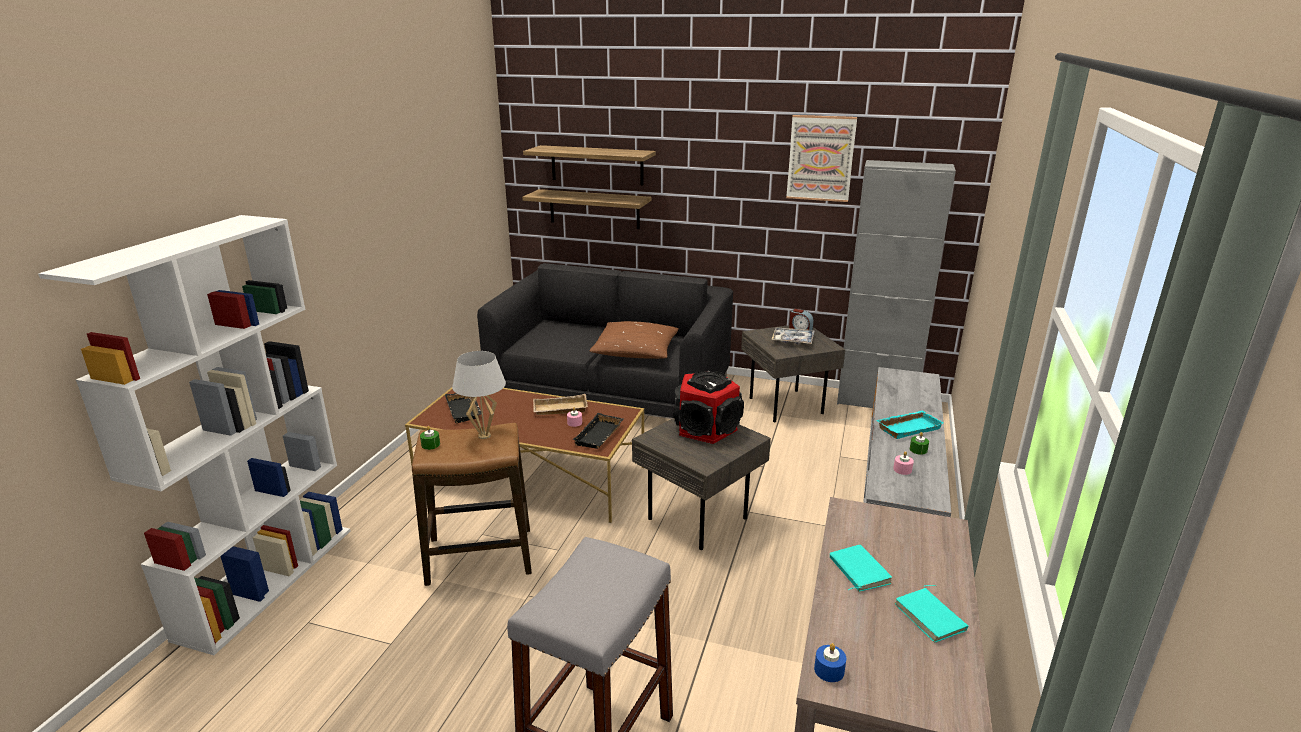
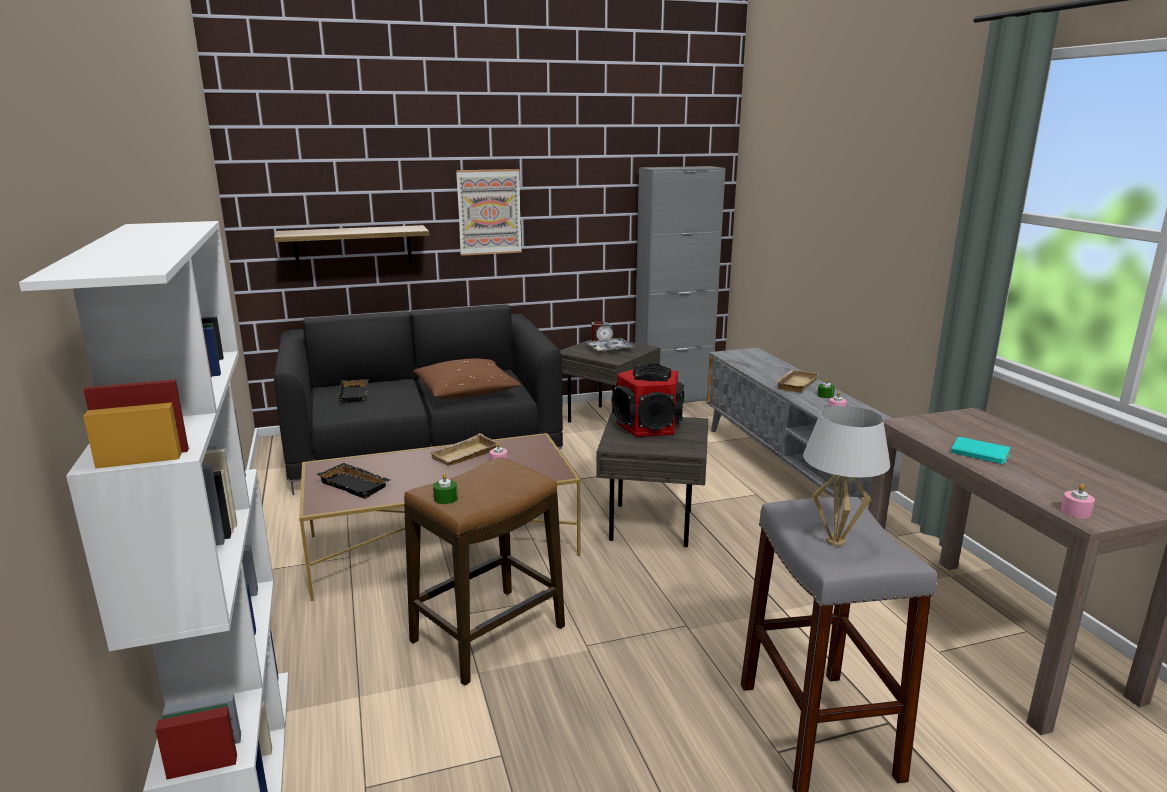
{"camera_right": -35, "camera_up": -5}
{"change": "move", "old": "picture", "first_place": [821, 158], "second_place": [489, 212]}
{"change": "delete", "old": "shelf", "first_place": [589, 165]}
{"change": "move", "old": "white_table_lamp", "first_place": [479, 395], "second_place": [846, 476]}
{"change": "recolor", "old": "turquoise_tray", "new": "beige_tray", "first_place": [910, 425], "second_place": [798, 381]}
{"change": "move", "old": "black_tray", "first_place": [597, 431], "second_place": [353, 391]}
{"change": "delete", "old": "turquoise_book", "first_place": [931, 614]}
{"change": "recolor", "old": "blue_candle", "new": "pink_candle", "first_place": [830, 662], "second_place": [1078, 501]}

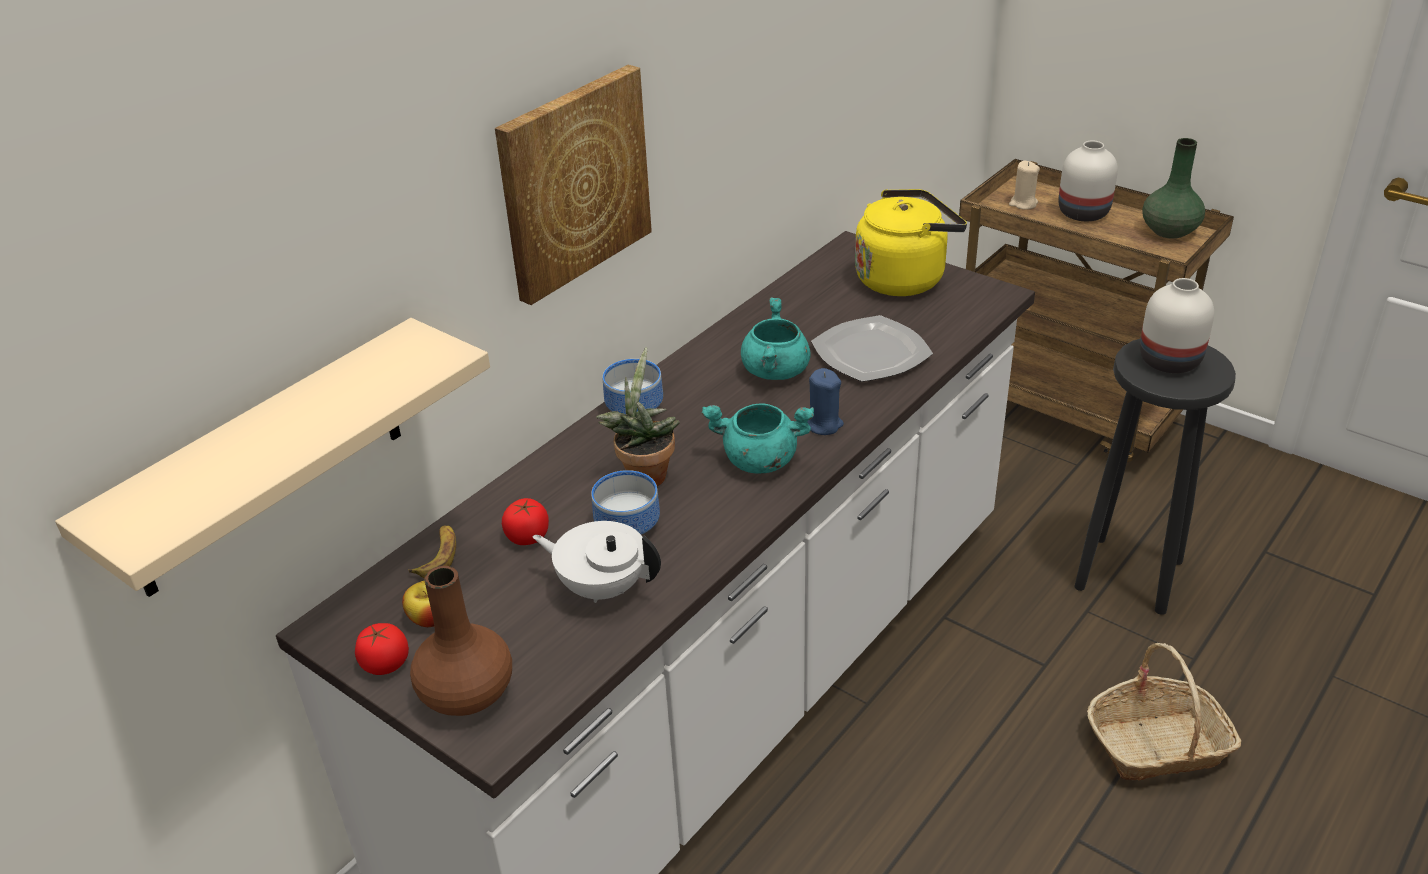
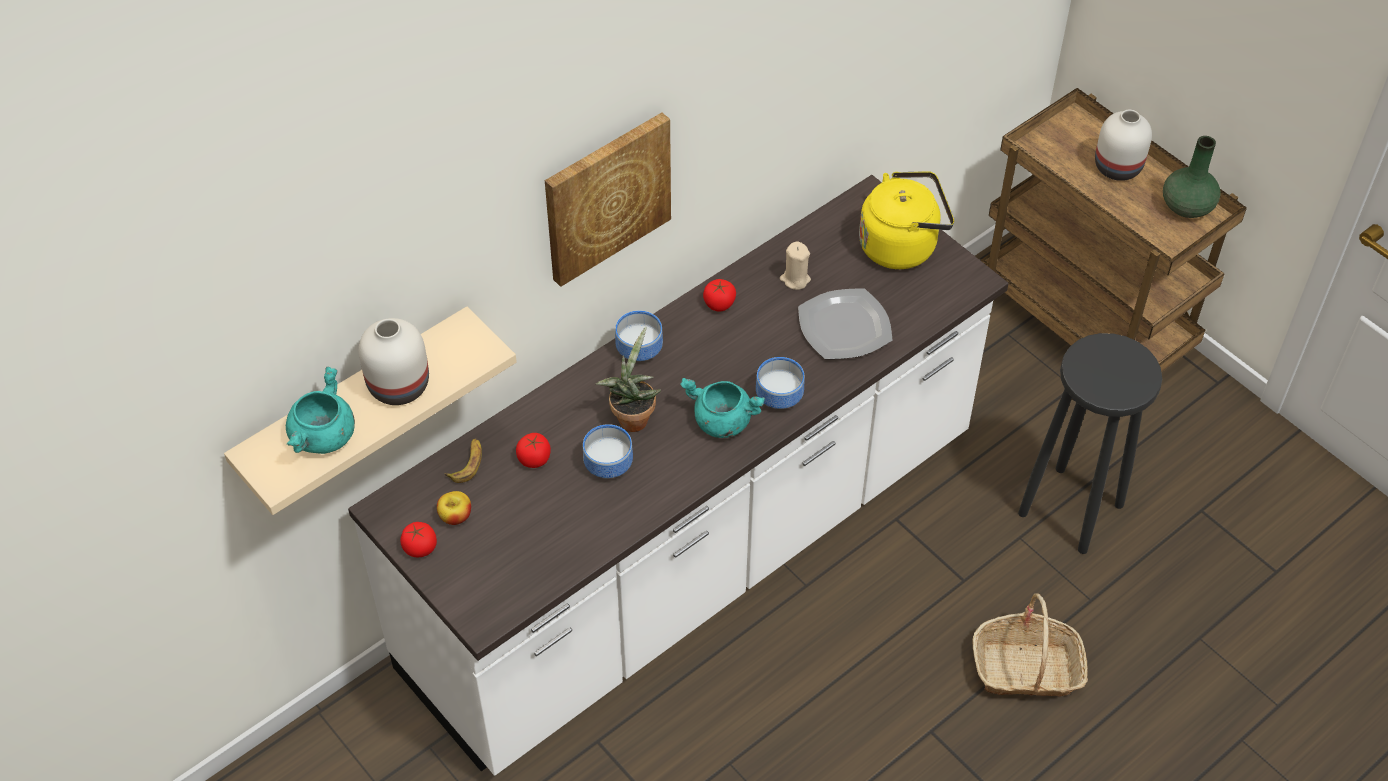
{"camera_right": 10, "camera_up": 15}
{"change": "move", "old": "beige_candle", "first_place": [1024, 185], "second_place": [795, 266]}
{"change": "move", "old": "white_vase", "first_place": [1177, 325], "second_place": [394, 361]}
{"change": "move", "old": "turquoise_cooking_pot", "first_place": [776, 338], "second_place": [320, 410]}
{"change": "replace", "old": "blue_candle", "new": "bowl", "first_place": [825, 401], "second_place": [780, 383]}
{"change": "delete", "old": "white_teapot", "first_place": [597, 562]}
{"change": "delete", "old": "brown_vase", "first_place": [461, 641]}
{"change": "insert", "new": "tomato", "second_place": [719, 295]}

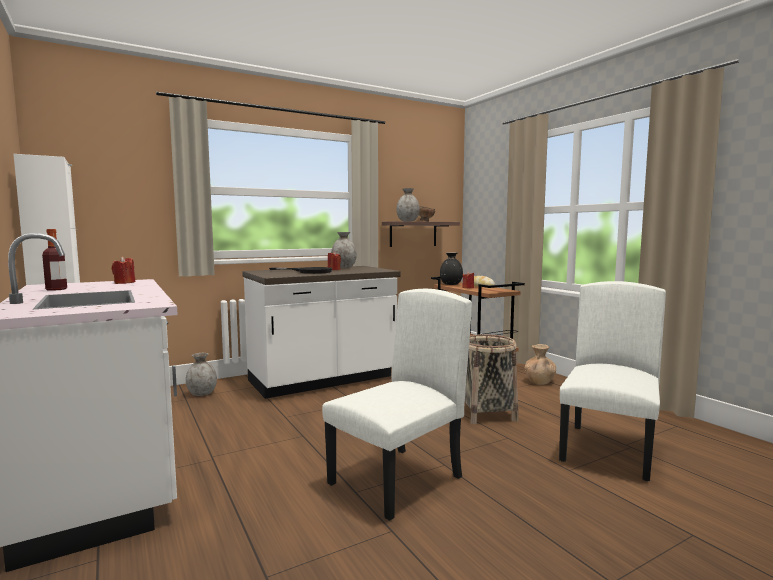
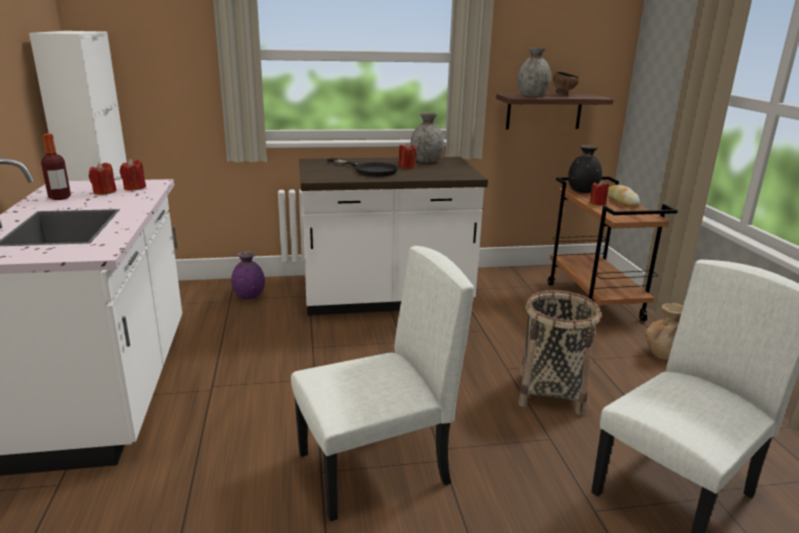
{"camera_right": 20, "camera_up": 15}
{"change": "recolor", "old": "grey_vase", "new": "purple_vase", "first_place": [201, 374], "second_place": [248, 275]}
{"change": "insert", "new": "red_candle", "second_place": [102, 178]}

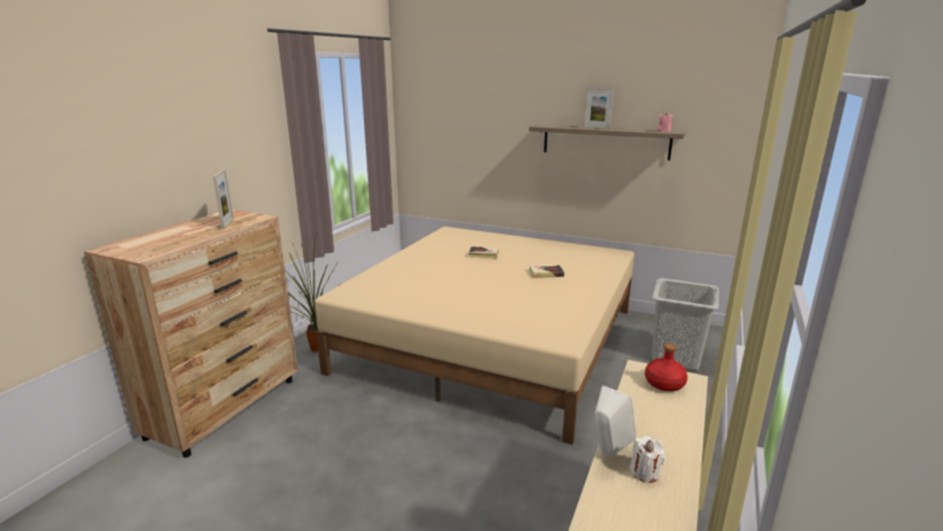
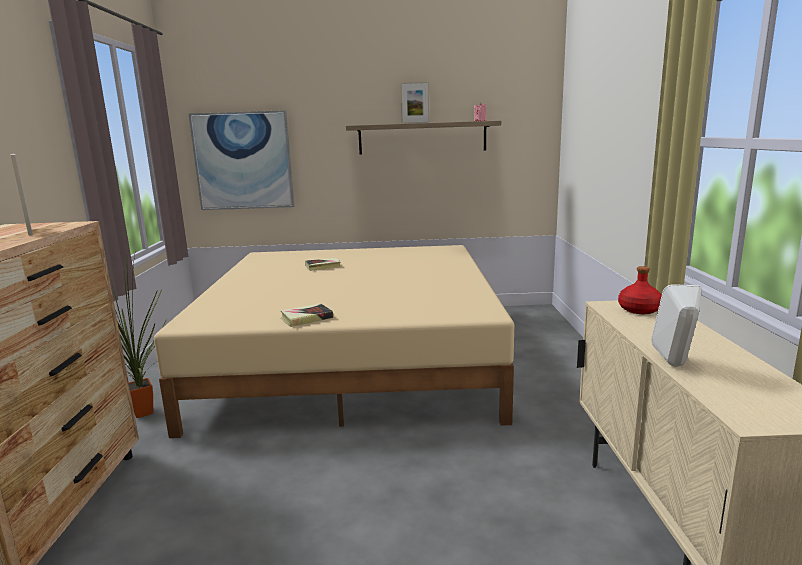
{"camera_right": -25, "camera_up": -5}
{"change": "move", "old": "book", "first_place": [546, 271], "second_place": [307, 315]}
{"change": "delete", "old": "grey_laundry_basket", "first_place": [685, 324]}
{"change": "delete", "old": "white_candle", "first_place": [647, 459]}
{"change": "insert", "new": "picture", "second_place": [241, 160]}

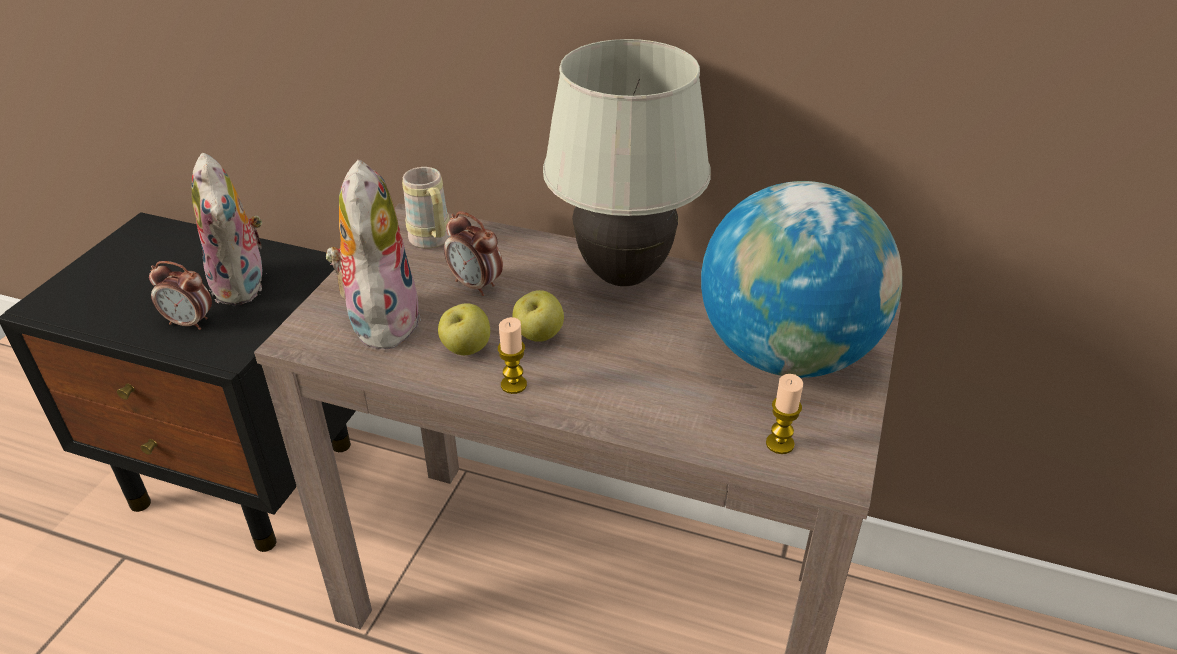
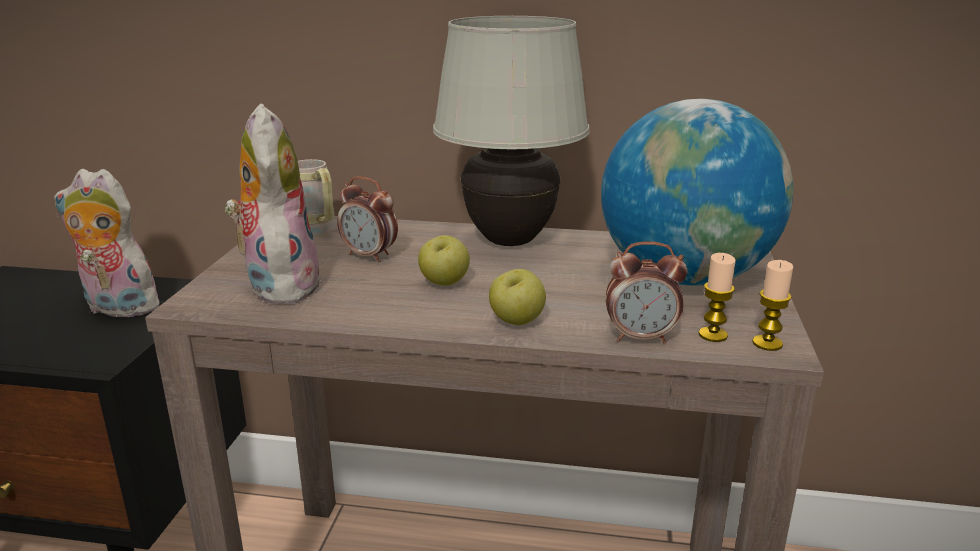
{"camera_right": -10, "camera_up": -15}
{"change": "rotate", "old": "plush_toy", "first_place": [229, 229], "second_place": [109, 245], "degrees": 135}
{"change": "move", "old": "alarm_clock", "first_place": [180, 295], "second_place": [646, 292]}
{"change": "move", "old": "apple", "first_place": [464, 329], "second_place": [517, 297]}
{"change": "move", "old": "candle", "first_place": [512, 355], "second_place": [772, 305]}

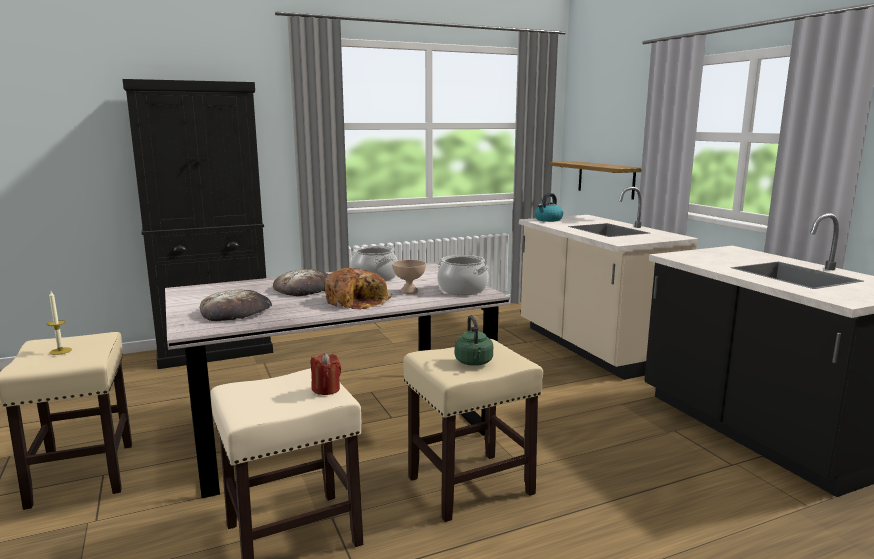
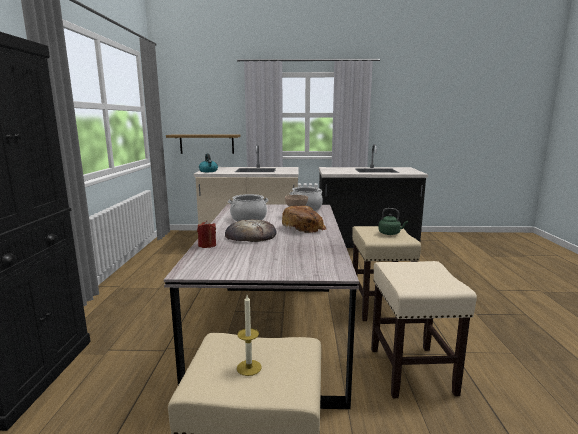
{"camera_right": -65, "camera_up": 0}
{"change": "delete", "old": "bread", "first_place": [236, 305]}
{"change": "move", "old": "red_candle", "first_place": [326, 374], "second_place": [206, 234]}

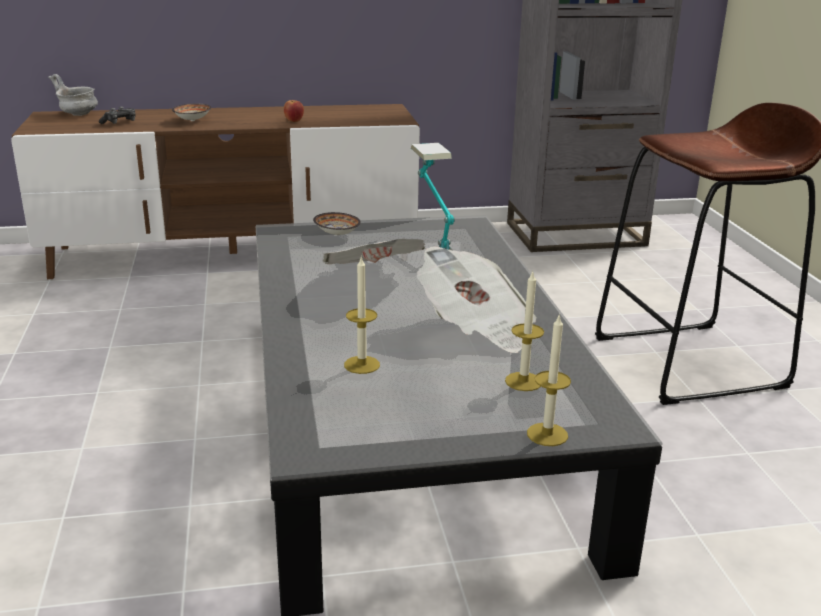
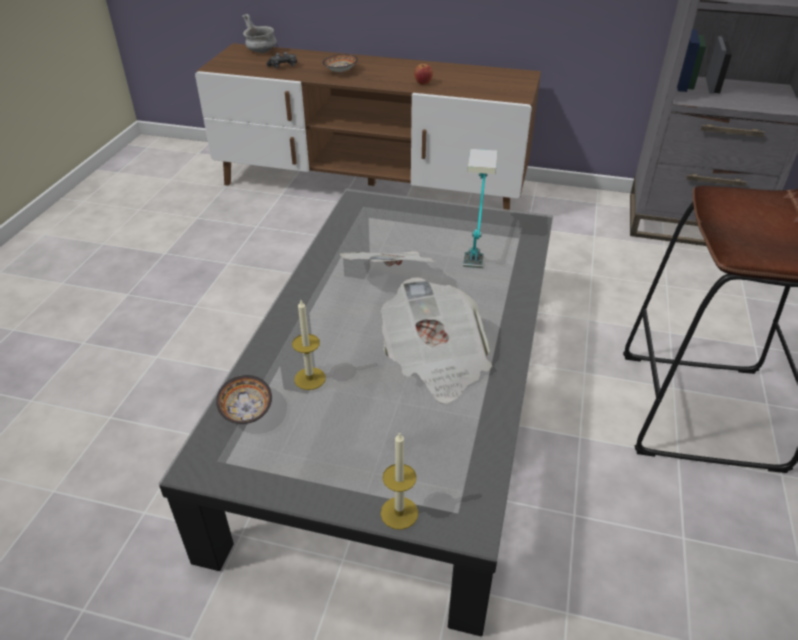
{"camera_right": 25, "camera_up": 15}
{"change": "move", "old": "bowl", "first_place": [337, 223], "second_place": [244, 399]}
{"change": "delete", "old": "candle", "first_place": [524, 331]}

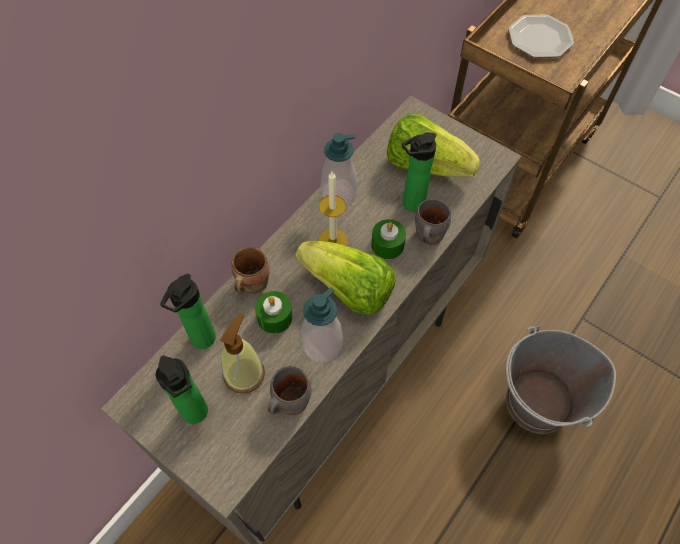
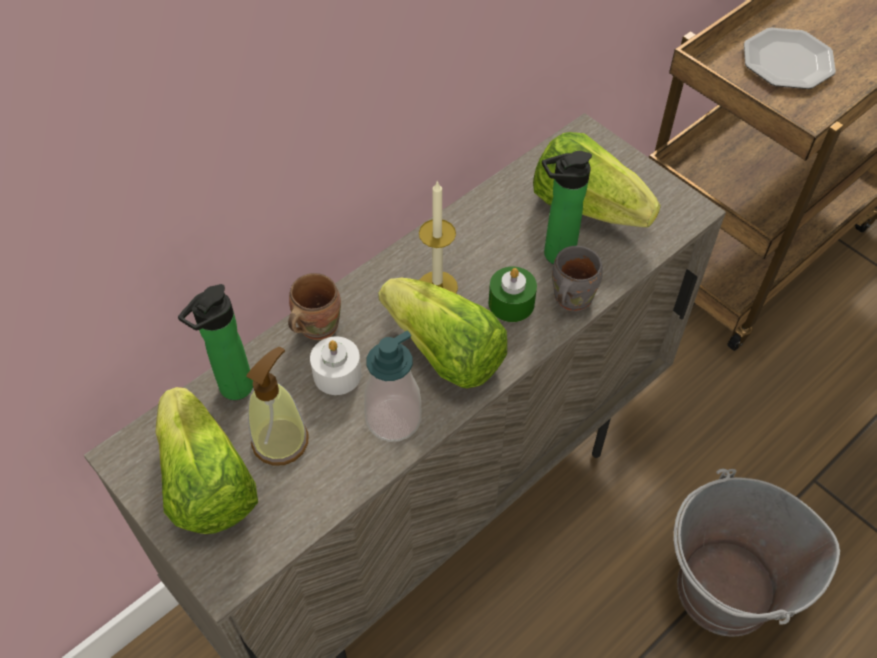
{"camera_right": 10, "camera_up": -5}
{"change": "delete", "old": "soap_dispenser", "first_place": [339, 169]}
{"change": "recolor", "old": "green_candle", "new": "white_candle", "first_place": [273, 312], "second_place": [336, 365]}
{"change": "replace", "old": "bottle", "new": "lettuce", "first_place": [182, 390], "second_place": [206, 460]}
{"change": "delete", "old": "grey_mug", "first_place": [290, 390]}

